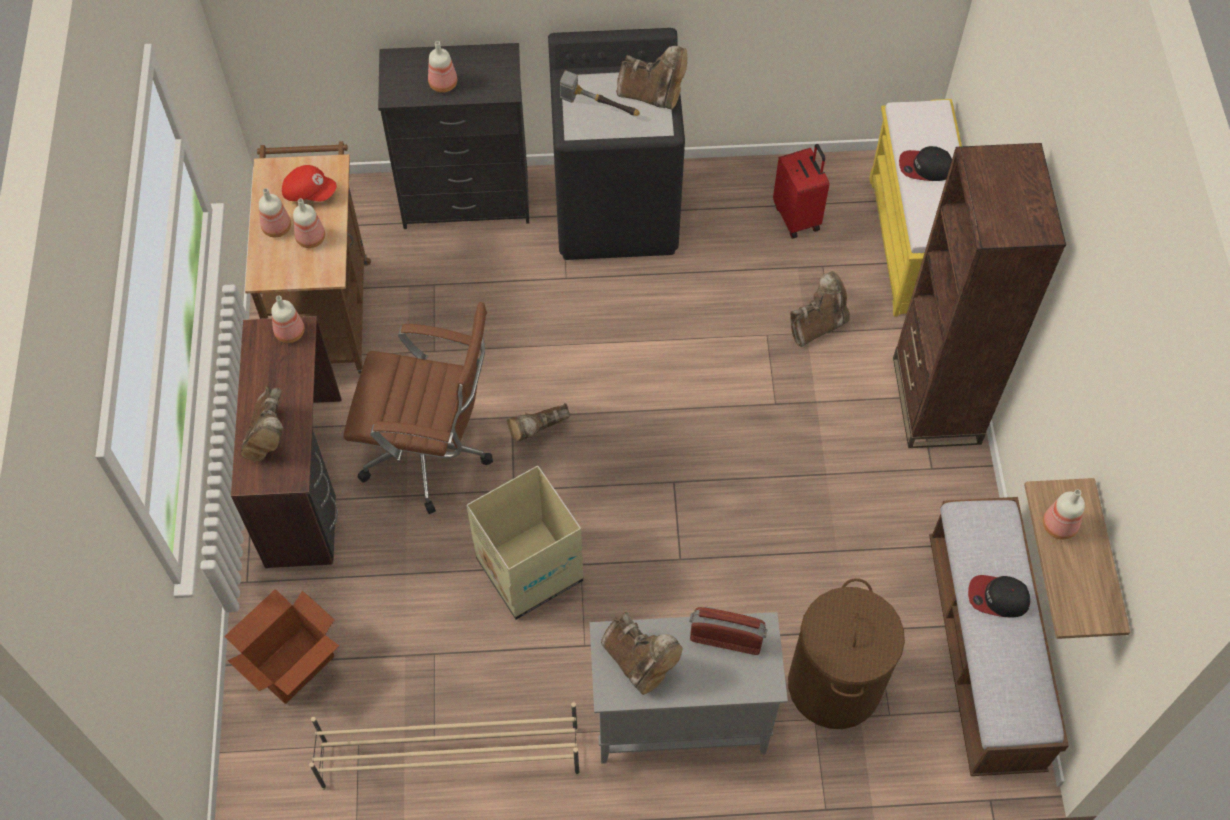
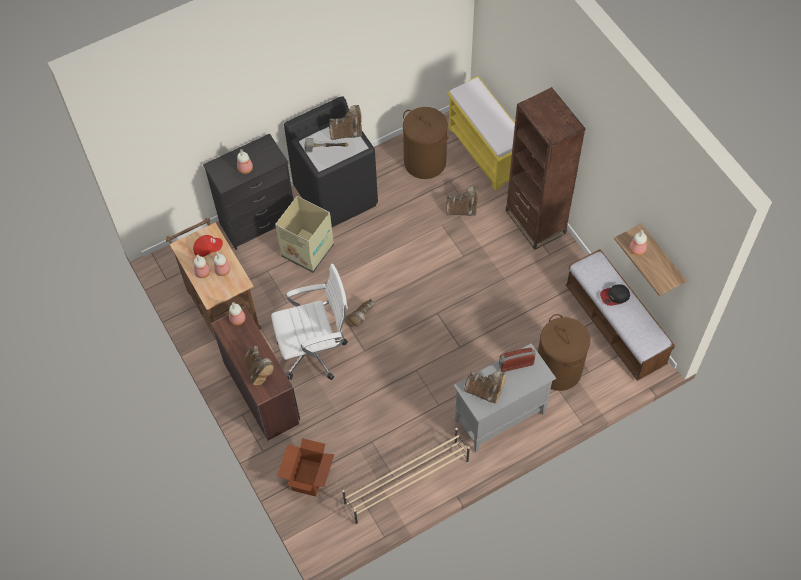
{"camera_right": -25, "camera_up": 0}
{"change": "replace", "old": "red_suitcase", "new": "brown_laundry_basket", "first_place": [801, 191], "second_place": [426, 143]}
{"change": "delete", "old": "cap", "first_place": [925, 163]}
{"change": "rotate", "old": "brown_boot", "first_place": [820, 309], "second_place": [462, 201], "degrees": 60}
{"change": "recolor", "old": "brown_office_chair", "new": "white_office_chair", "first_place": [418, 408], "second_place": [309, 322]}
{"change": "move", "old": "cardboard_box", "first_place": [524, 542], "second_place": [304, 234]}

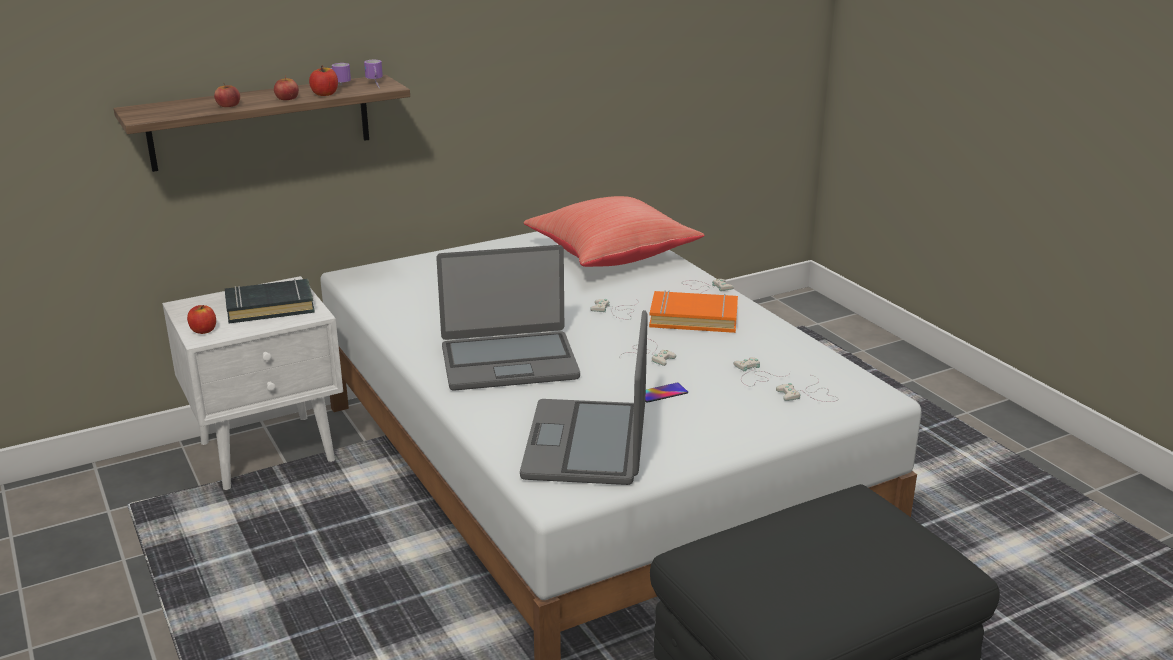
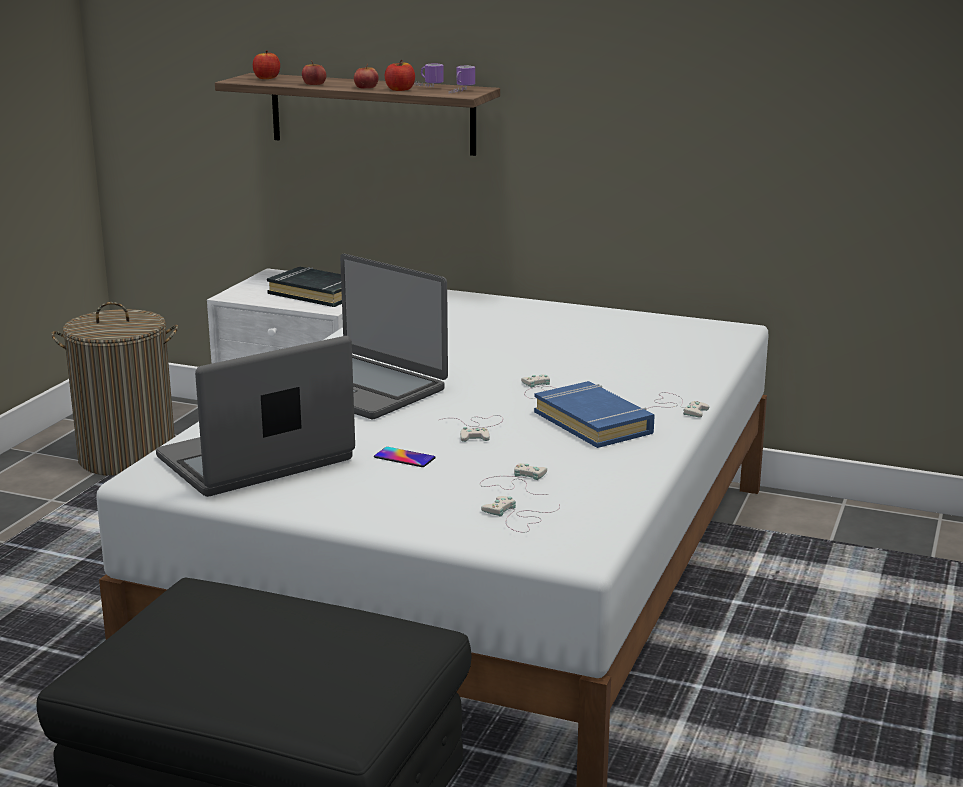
{"camera_right": 50, "camera_up": -5}
{"change": "delete", "old": "red_pillow", "first_place": [614, 231]}
{"change": "recolor", "old": "orange_book", "new": "blue_book", "first_place": [693, 311], "second_place": [594, 414]}
{"change": "move", "old": "apple", "first_place": [201, 319], "second_place": [266, 64]}
{"change": "insert", "new": "laundry_basket", "second_place": [114, 389]}

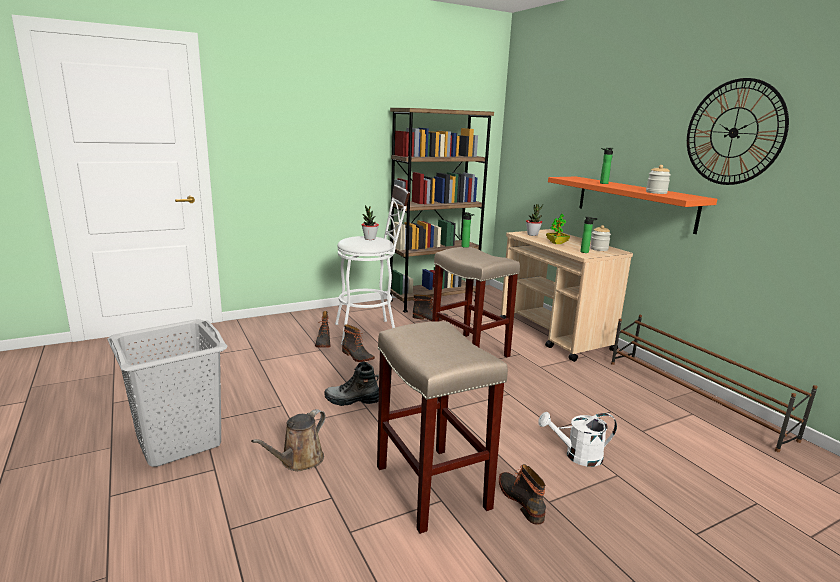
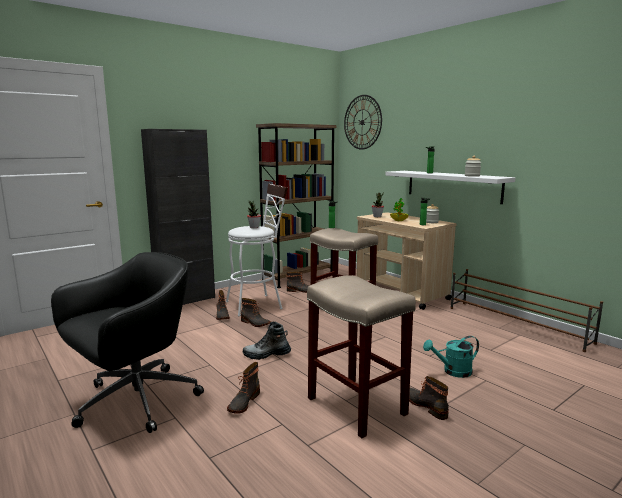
{"camera_right": -10, "camera_up": -5}
{"change": "move", "old": "wall_clock", "first_place": [738, 131], "second_place": [363, 122]}
{"change": "recolor", "old": "orange_shelf", "new": "white_shelf", "first_place": [632, 205], "second_place": [450, 187]}
{"change": "replace", "old": "grey_laundry_basket", "new": "black_office_chair", "first_place": [167, 393], "second_place": [127, 342]}
{"change": "replace", "old": "brown_watering_can", "new": "boot", "first_place": [288, 440], "second_place": [243, 388]}
{"change": "recolor", "old": "white_watering_can", "new": "turquoise_watering_can", "first_place": [577, 439], "second_place": [451, 357]}
{"change": "insert", "new": "black_cabinet", "second_place": [178, 217]}

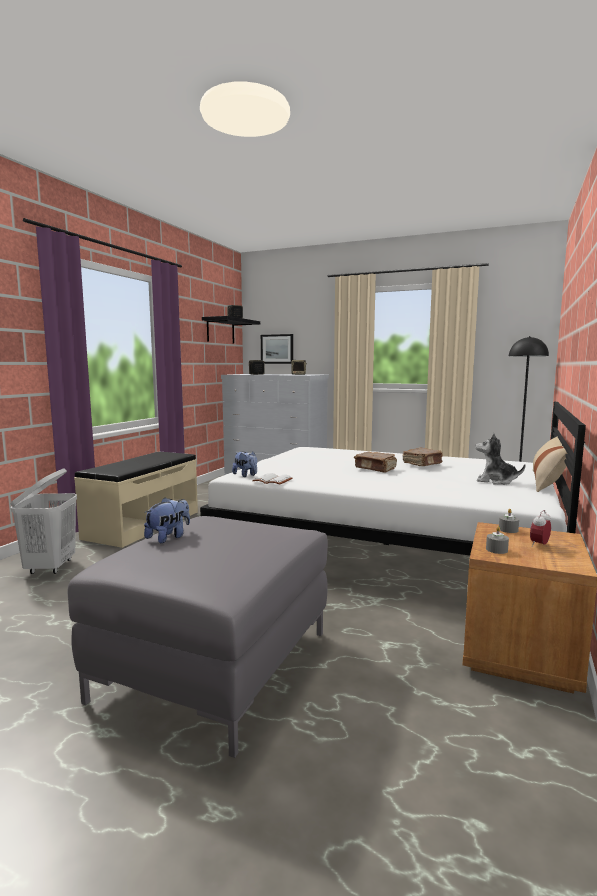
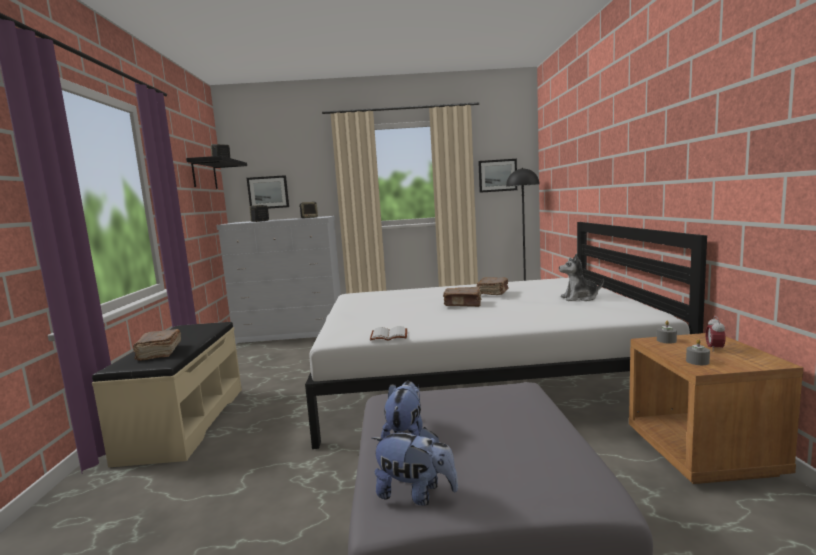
{"camera_right": -25, "camera_up": 0}
{"change": "delete", "old": "beige_pillow", "first_place": [550, 464]}
{"change": "move", "old": "plush_toy", "first_place": [244, 464], "second_place": [415, 466]}
{"change": "delete", "old": "white_laundry_basket", "first_place": [44, 521]}
{"change": "insert", "new": "picture", "second_place": [497, 176]}
{"change": "insert", "new": "brown_book", "second_place": [157, 345]}

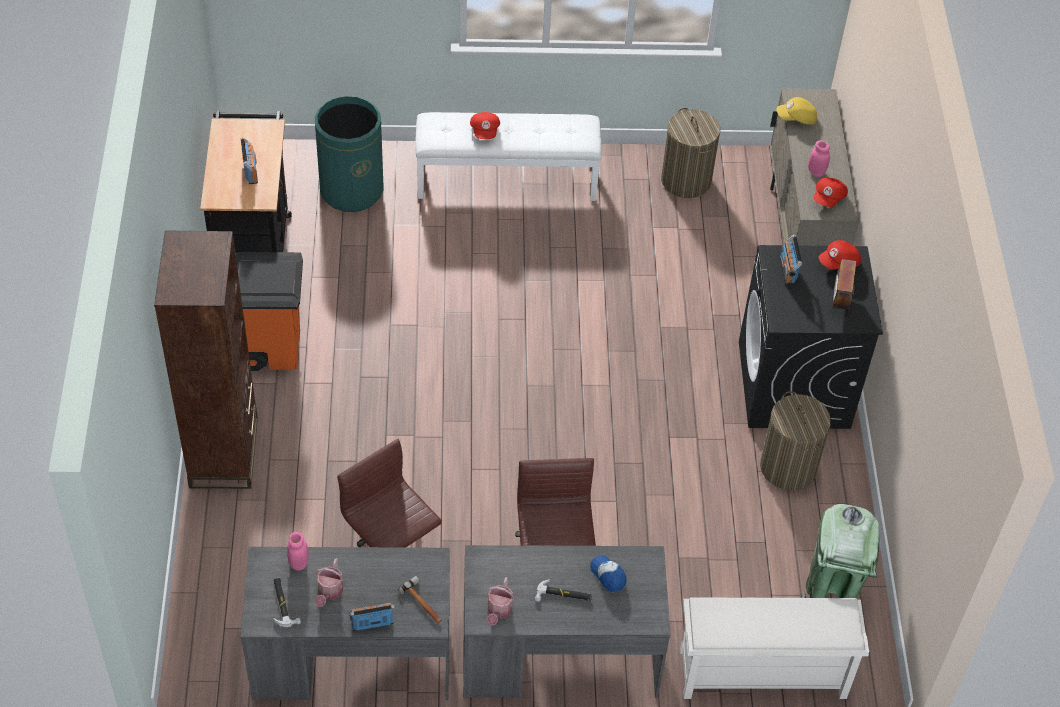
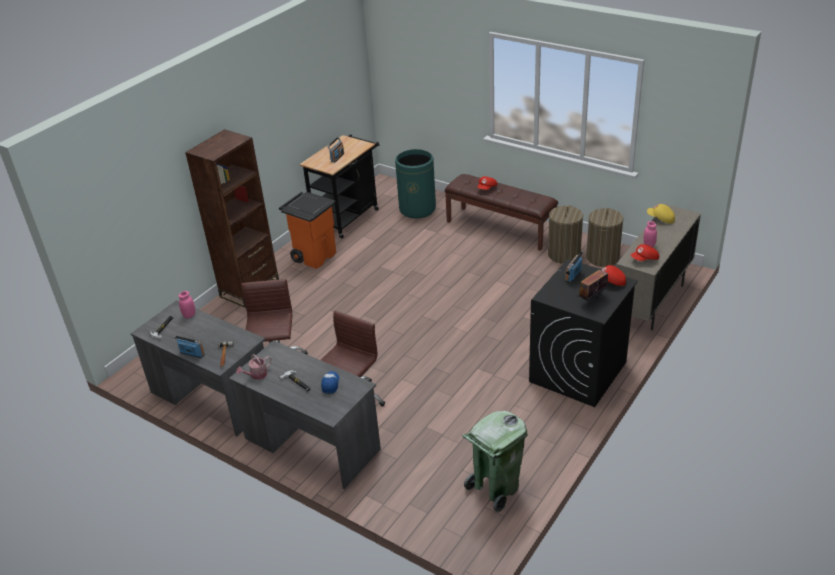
{"camera_right": 40, "camera_up": -15}
{"change": "recolor", "old": "white_bench", "new": "brown_bench", "first_place": [508, 156], "second_place": [501, 212]}
{"change": "move", "old": "laundry_basket", "first_place": [795, 440], "second_place": [565, 235]}
{"change": "delete", "old": "watering_can", "first_place": [329, 583]}
{"change": "delete", "old": "white_shoe_rack", "first_place": [774, 648]}

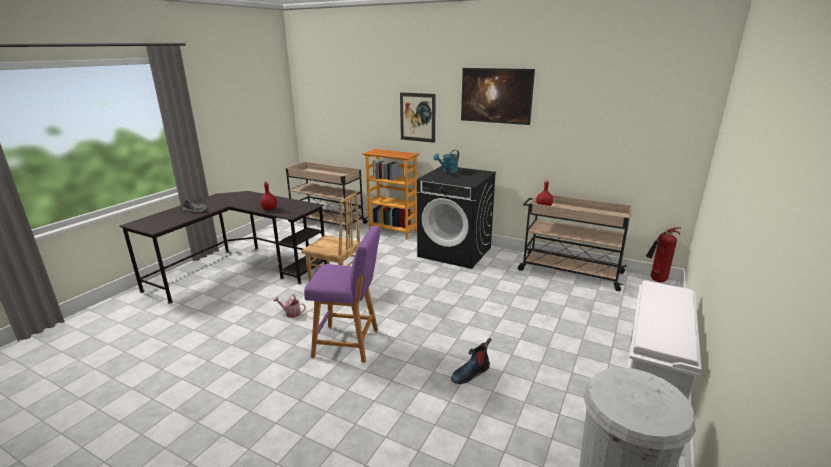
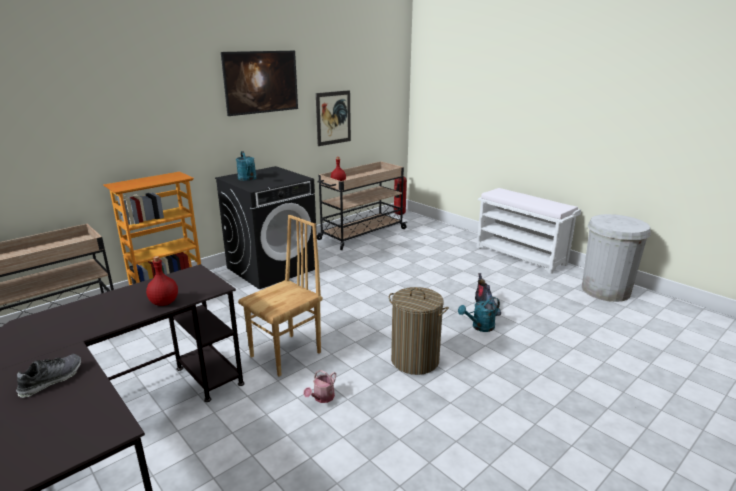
{"camera_right": -70, "camera_up": 0}
{"change": "move", "old": "picture", "first_place": [418, 117], "second_place": [333, 118]}
{"change": "replace", "old": "purple_stool", "new": "laundry_basket", "first_place": [342, 294], "second_place": [419, 331]}
{"change": "insert", "new": "turquoise_watering_can", "second_place": [479, 314]}

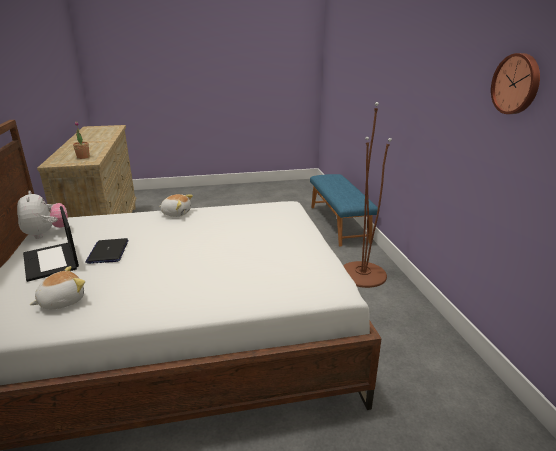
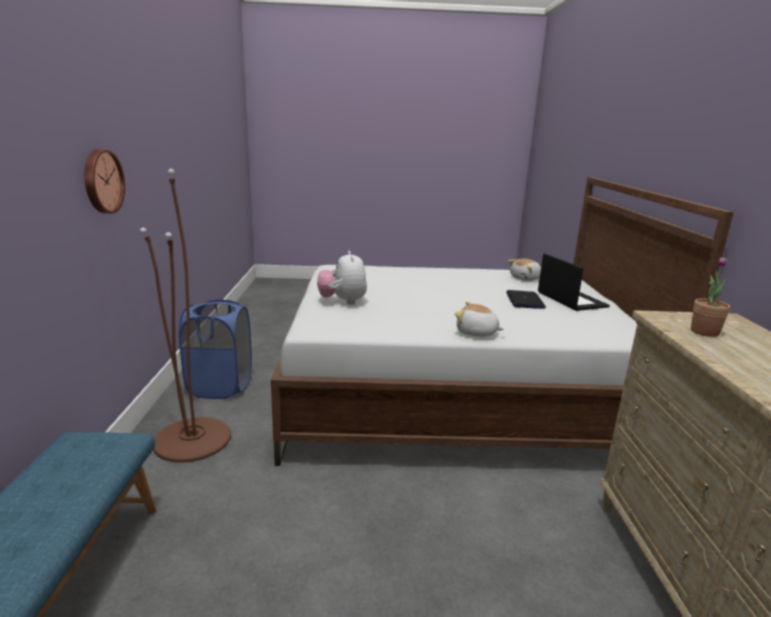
{"camera_right": -170, "camera_up": -5}
{"change": "move", "old": "wall_clock", "first_place": [515, 83], "second_place": [105, 181]}
{"change": "move", "old": "plush_toy", "first_place": [42, 215], "second_place": [342, 278]}
{"change": "insert", "new": "blue_laundry_basket", "second_place": [215, 349]}

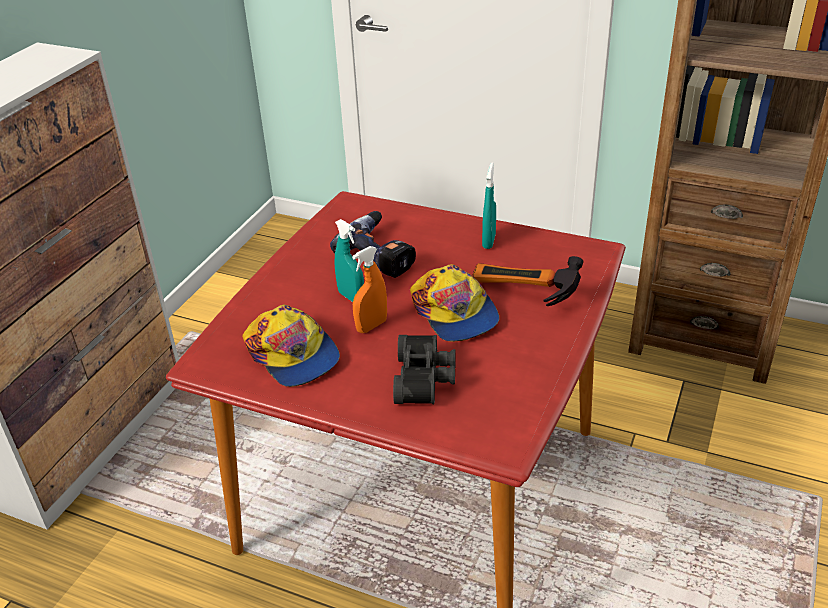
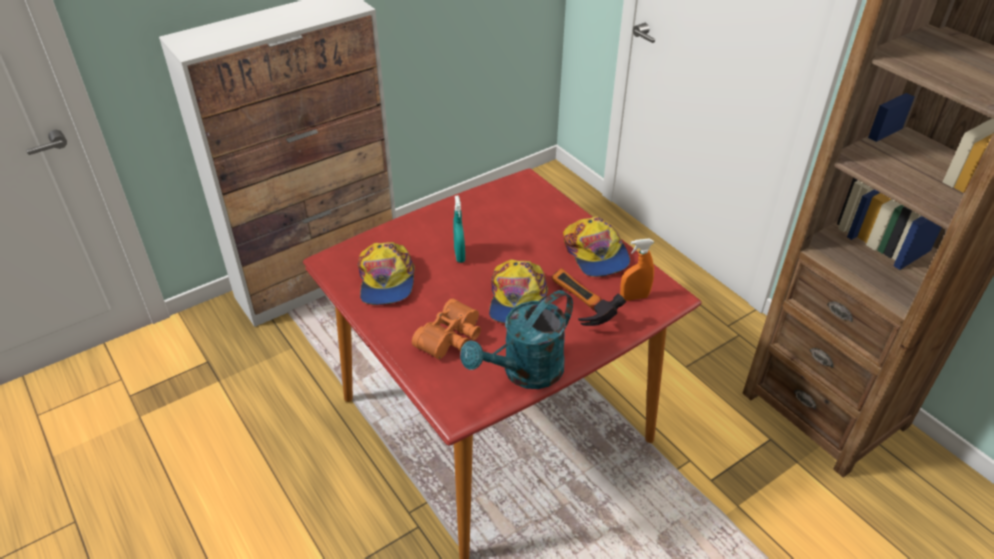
{"camera_right": 30, "camera_up": 5}
{"change": "replace", "old": "turquoise_spray_bottle", "new": "cap", "first_place": [489, 206], "second_place": [596, 246]}
{"change": "delete", "old": "power_drill", "first_place": [373, 244]}
{"change": "move", "old": "orange_spray_bottle", "first_place": [369, 289], "second_place": [637, 269]}
{"change": "recolor", "old": "black_binoculars", "new": "orange_binoculars", "first_place": [424, 369], "second_place": [446, 328]}
{"change": "insert", "new": "turquoise_watering_can", "second_place": [516, 339]}

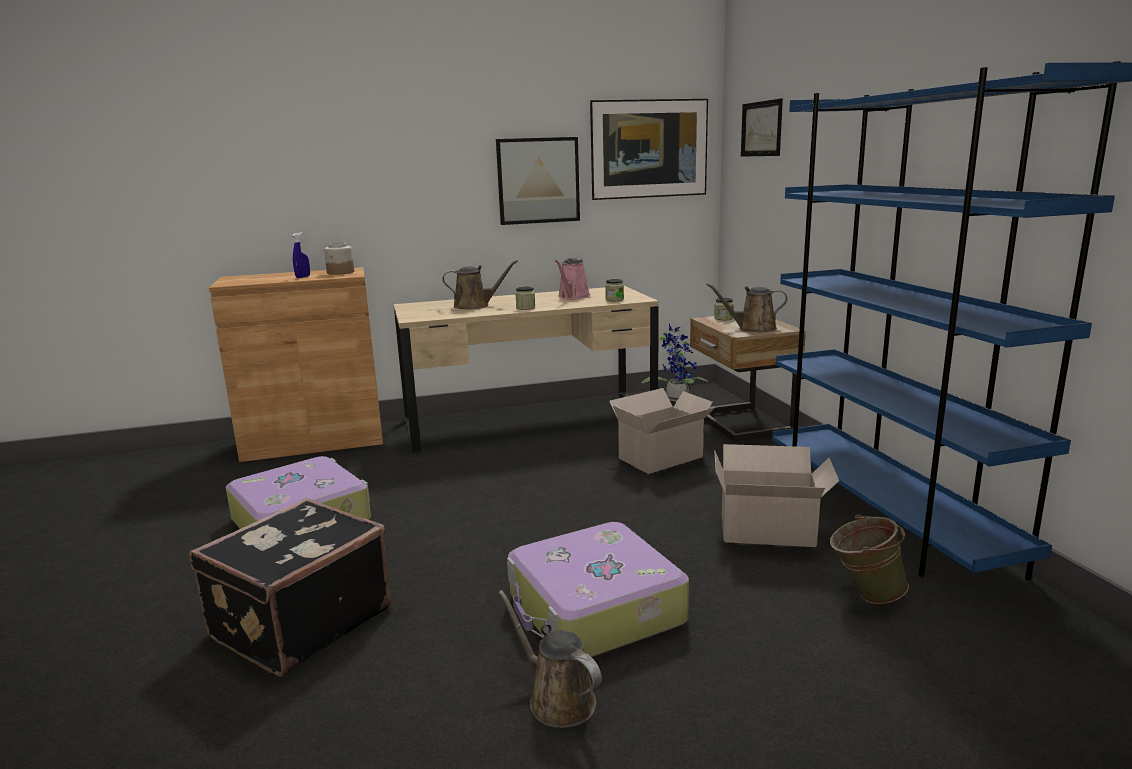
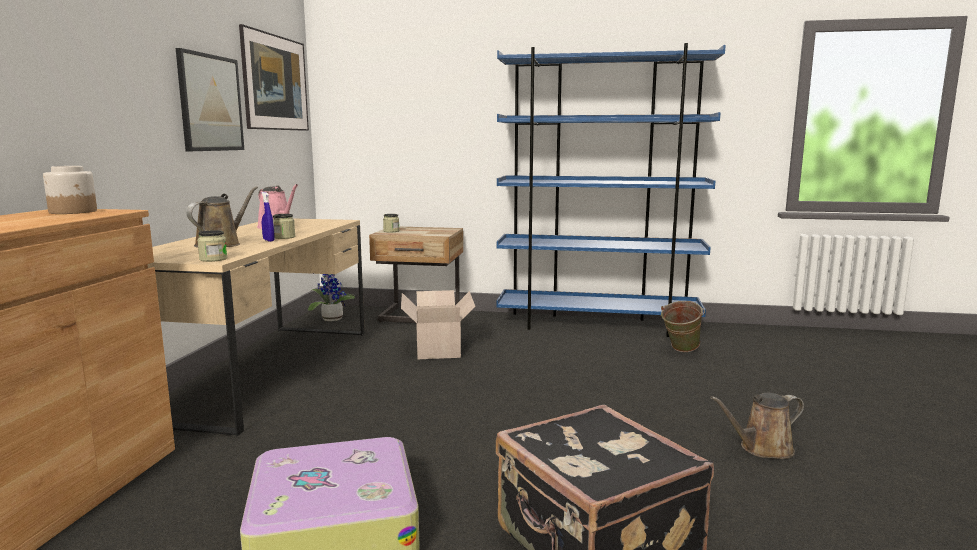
{"camera_right": -65, "camera_up": -5}
{"change": "delete", "old": "picture", "first_place": [762, 127]}
{"change": "move", "old": "blue_spray_bottle", "first_place": [301, 255], "second_place": [268, 217]}
{"change": "move", "old": "jar", "first_place": [614, 290], "second_place": [212, 246]}
{"change": "delete", "old": "brown_watering_can", "first_place": [747, 307]}
{"change": "delete", "old": "cardboard_box", "first_place": [776, 495]}
{"change": "delete", "old": "suitcase", "first_place": [598, 589]}

